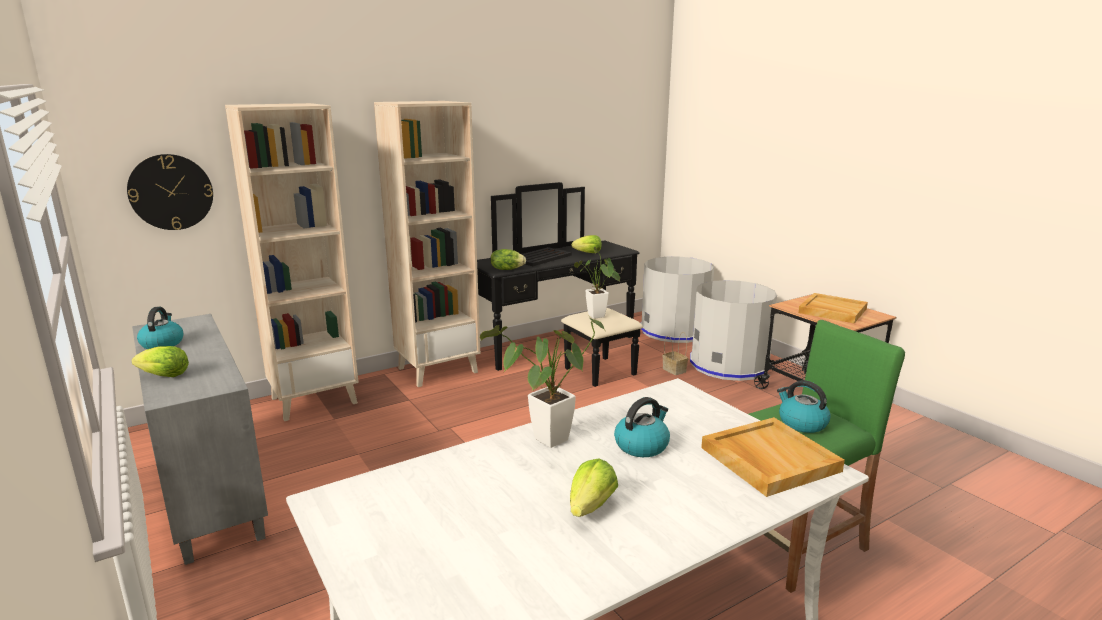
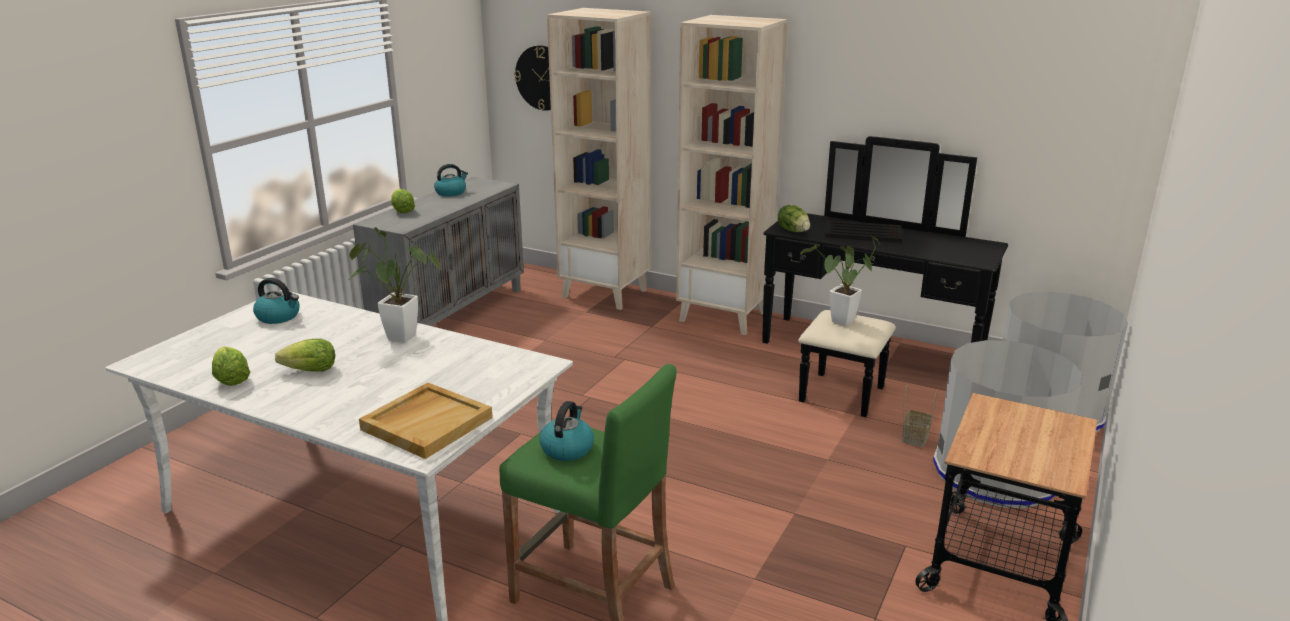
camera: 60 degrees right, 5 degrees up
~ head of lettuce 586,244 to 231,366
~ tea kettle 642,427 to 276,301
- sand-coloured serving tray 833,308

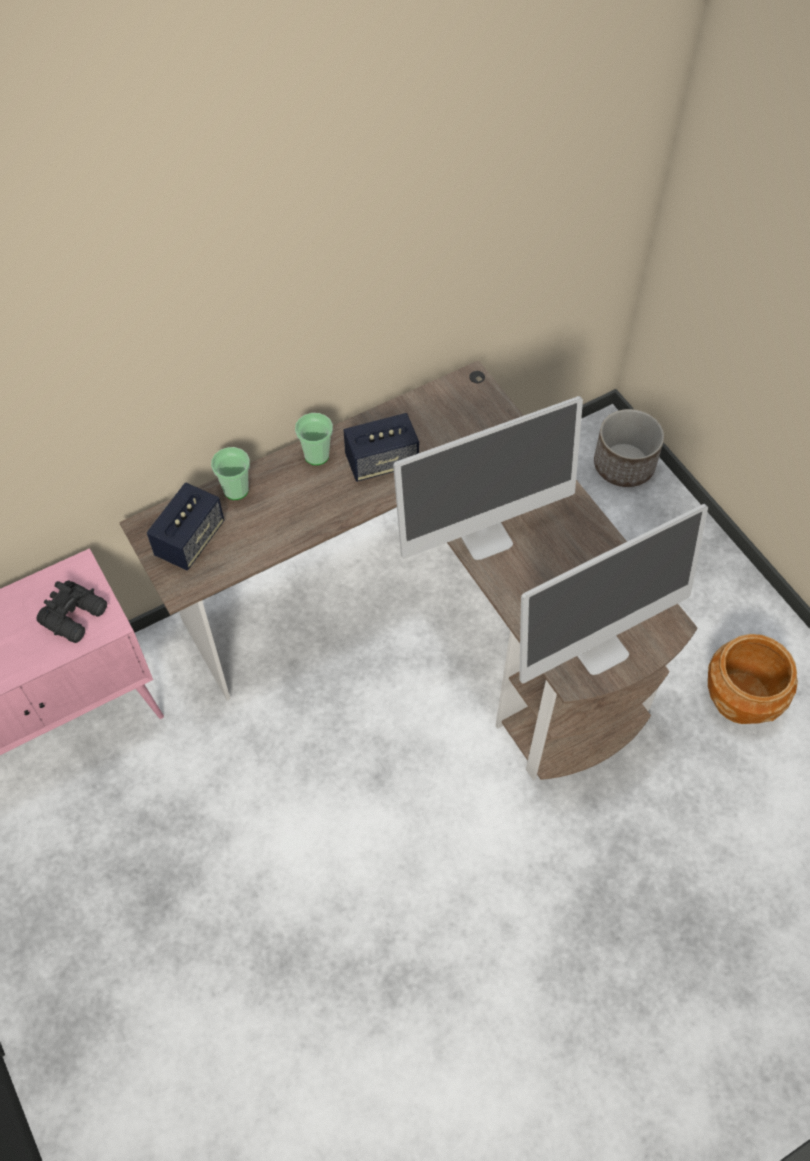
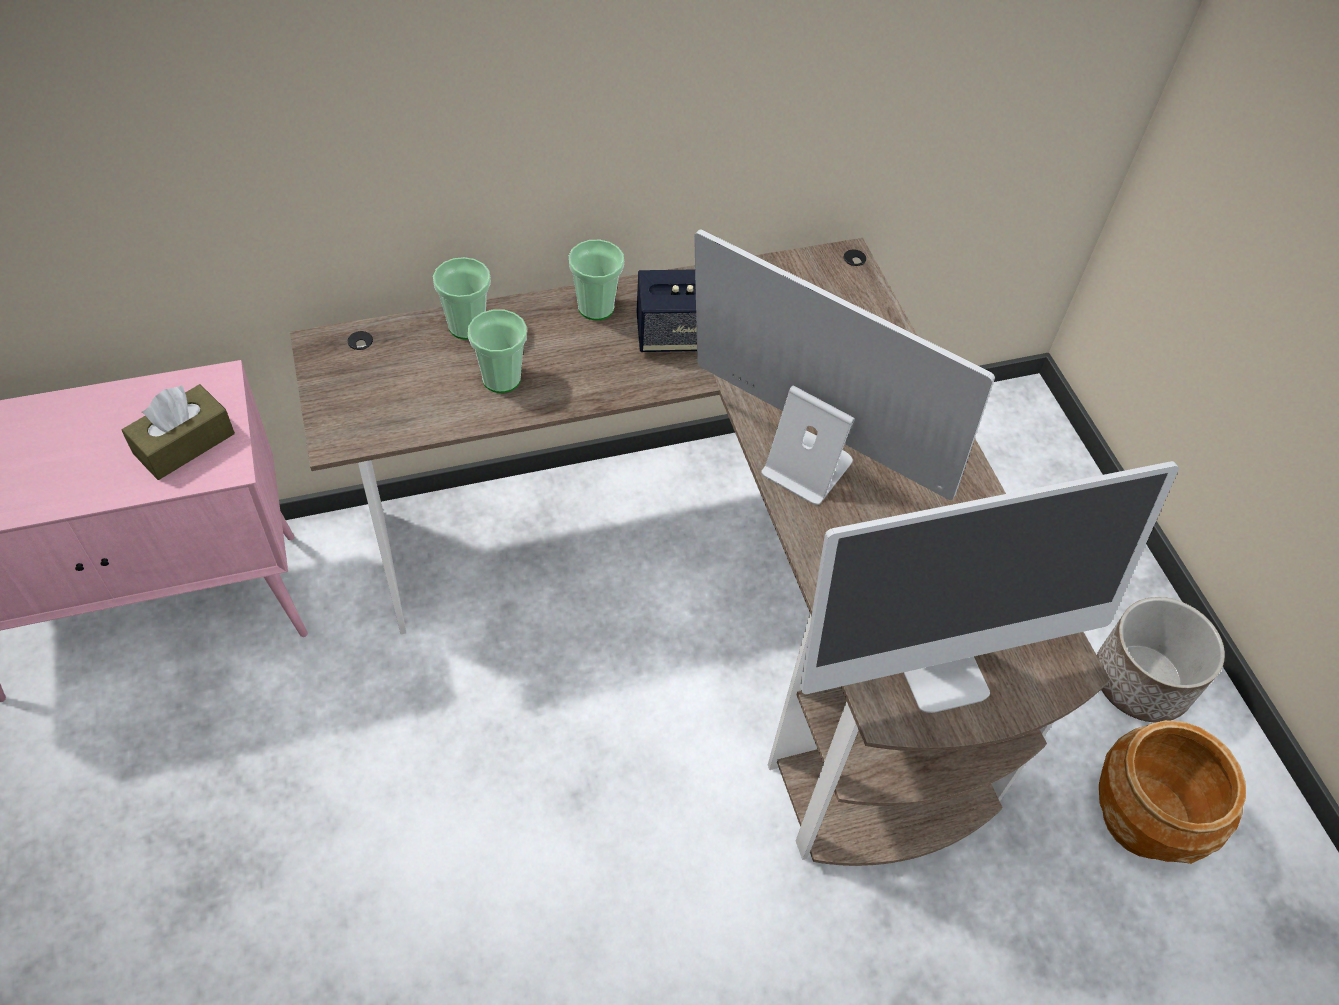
camera: 10 degrees right, 5 degrees down
~ black binoculars 71,612 to brownish tissue box 178,432
- audio speaker 186,526
~ computer screen 488,478 = 844,367 135 degrees counterclockwise
~ plant pot 629,448 to 1161,659
+ small cup 497,351

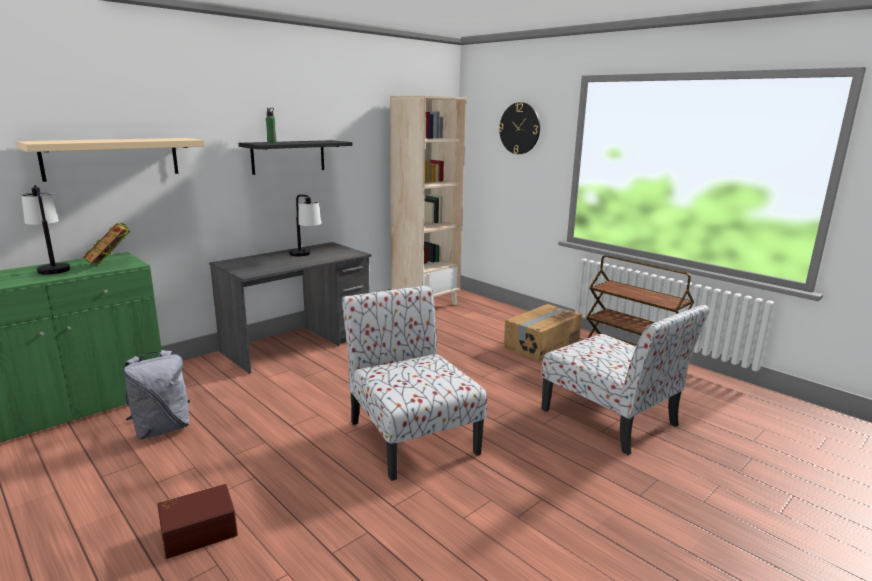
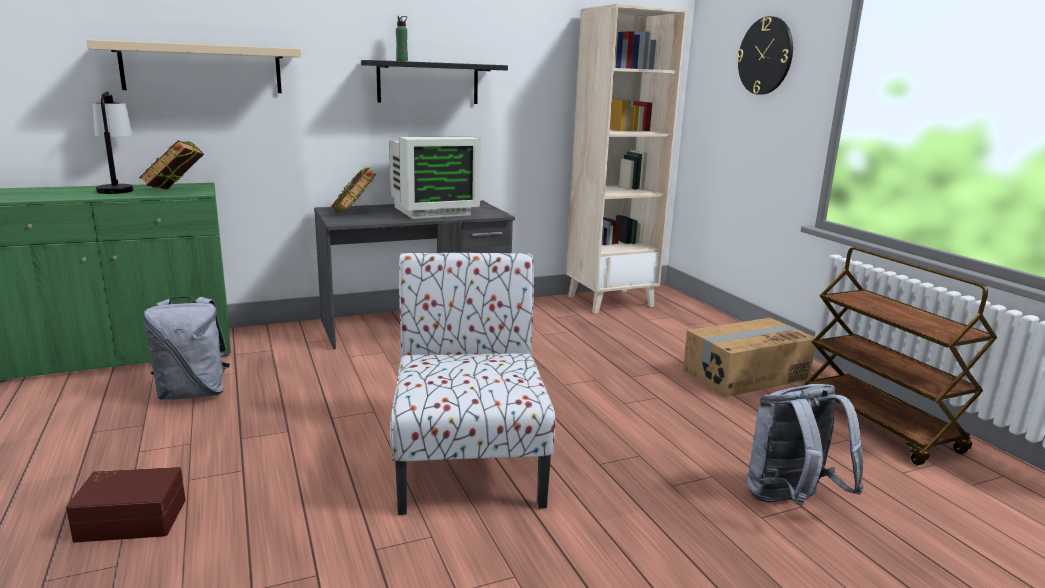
camera: 20 degrees right, 0 degrees up
~ tabletop lamp 305,225 to computer screen 435,177
~ chair 625,380 to greyish rucksack 805,445
+ book 354,189

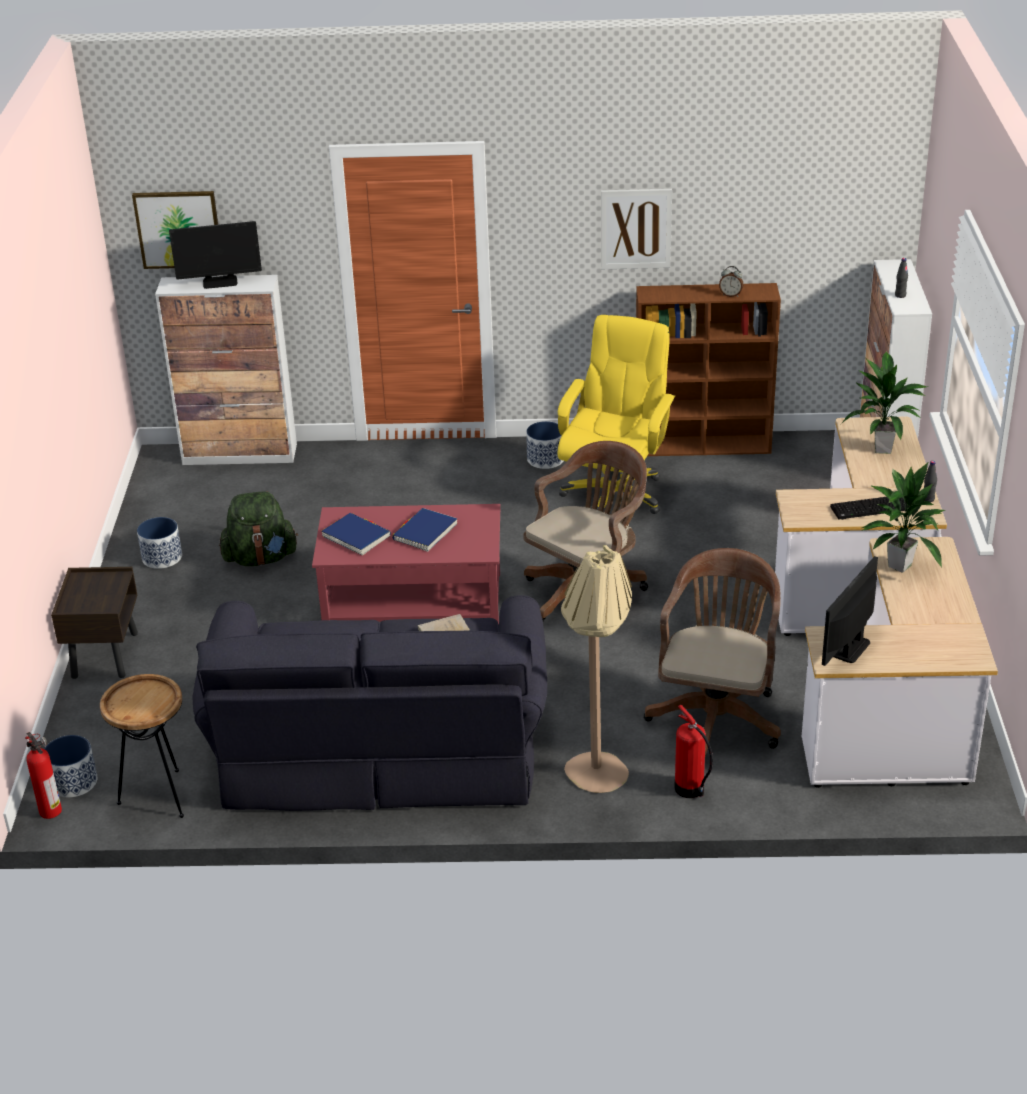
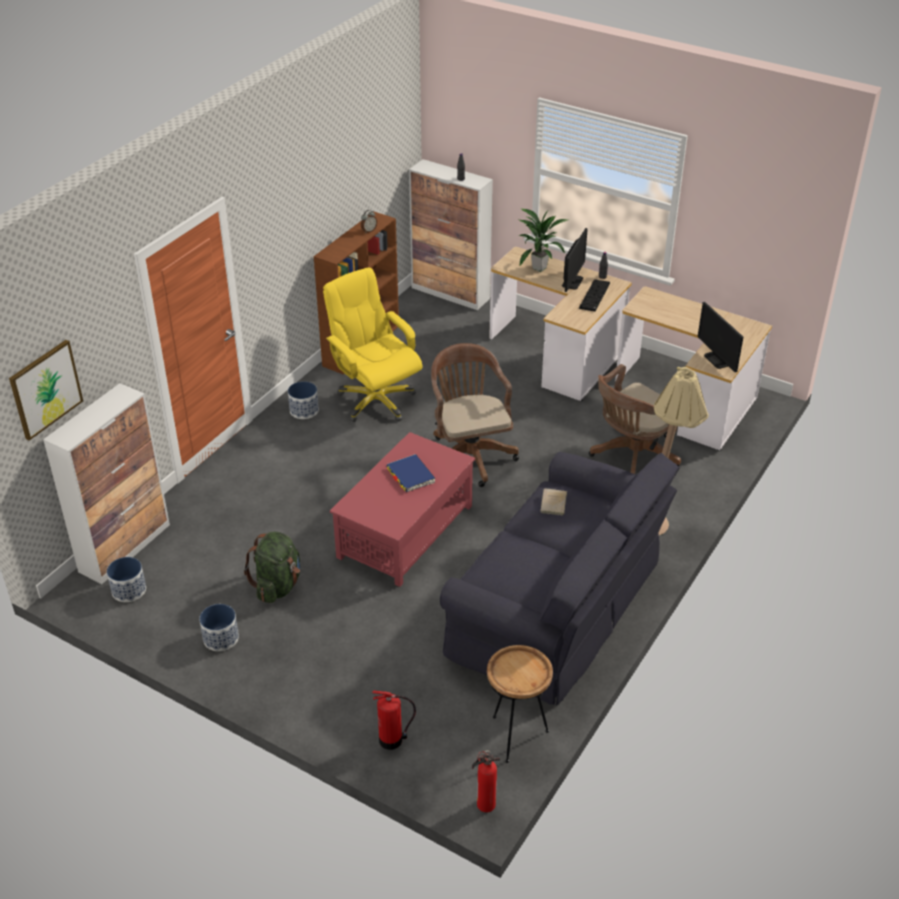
camera: 60 degrees left, 5 degrees up
~ plant pot 71,766 to 126,579
- brownish bedside table 94,623
~ computer screen 215,255 to 575,260
- blue-coloured book 356,534
- picture 636,229
~ brownish office chair 712,652 = 635,419 90 degrees counterclockwise
~ fire-fighting cylinder 693,751 to 394,720
- plant in a pot 903,518

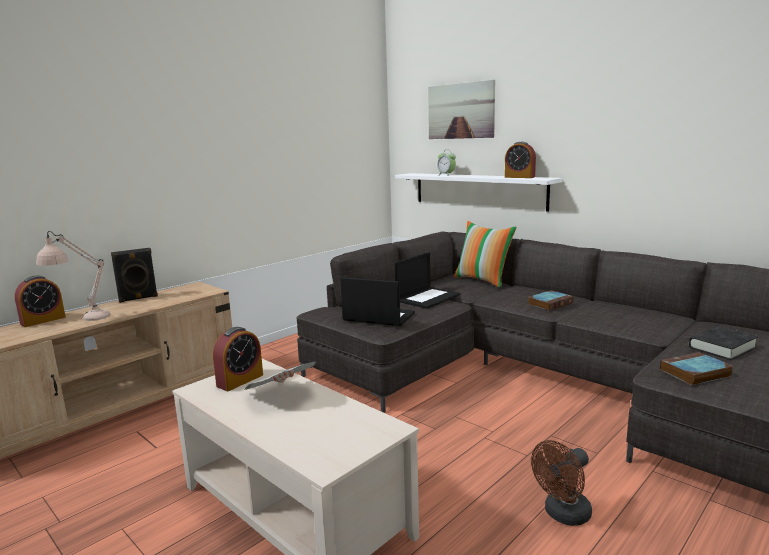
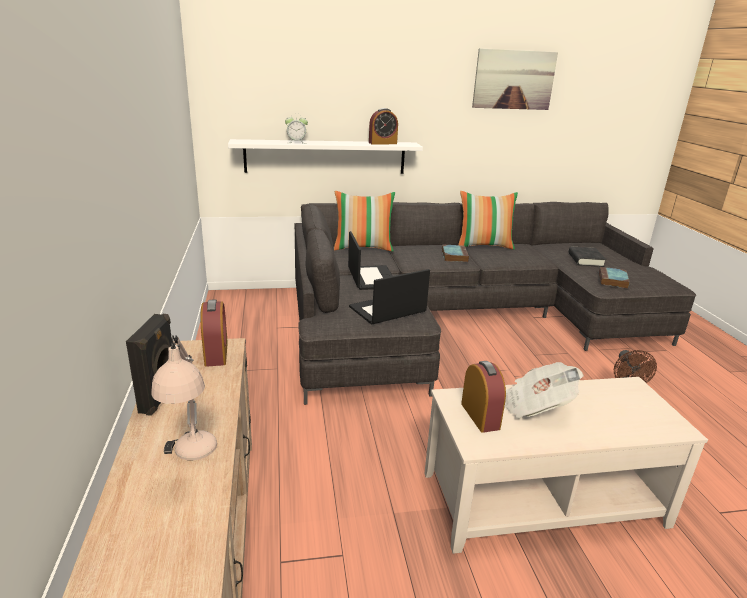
camera: 55 degrees left, 10 degrees up
~ alarm clock 40,301 to 214,333
~ picture 461,109 to 515,79
+ pillow 488,220

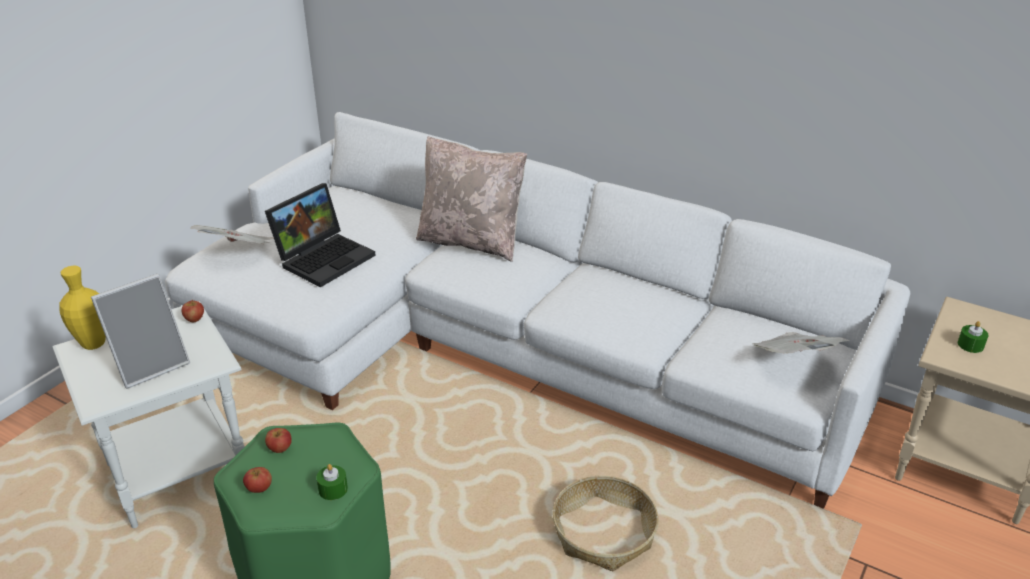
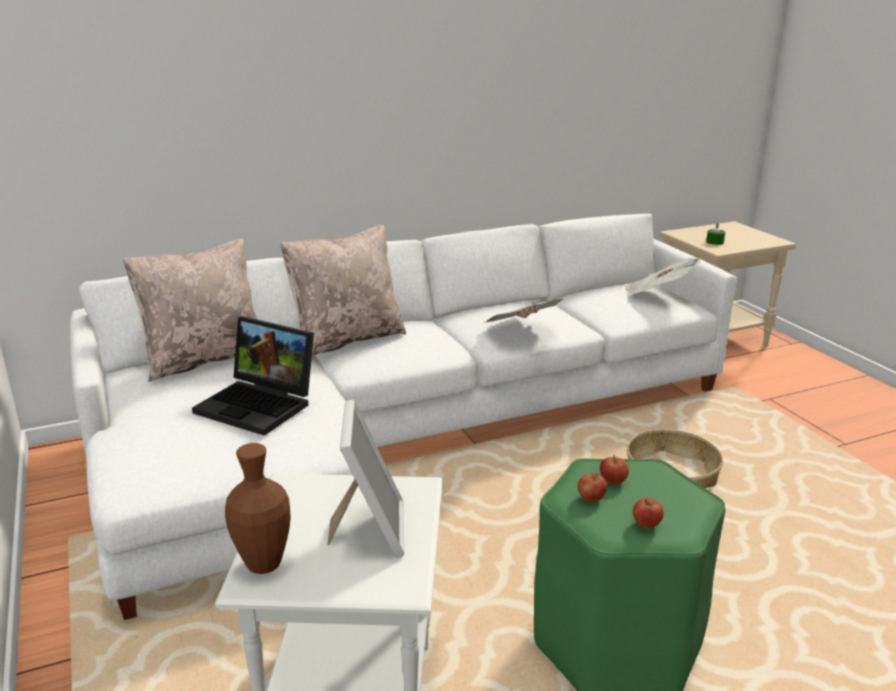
camera: 55 degrees left, 10 degrees down
~ yellow decorative vase 82,308 to brownish decorative vase 258,508
~ apple fruit 192,311 to 614,469
~ daily paper 232,234 to 524,311
~ laptop 320,235 = 253,375 135 degrees clockwise
- greenish wax light 332,482
+ sand-coloured pillow 190,310

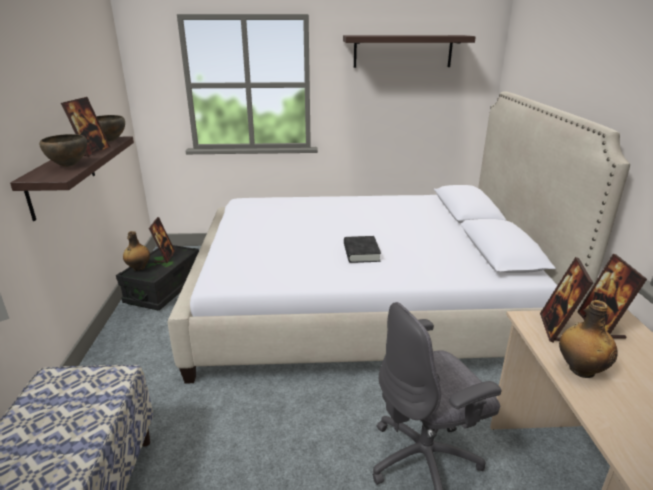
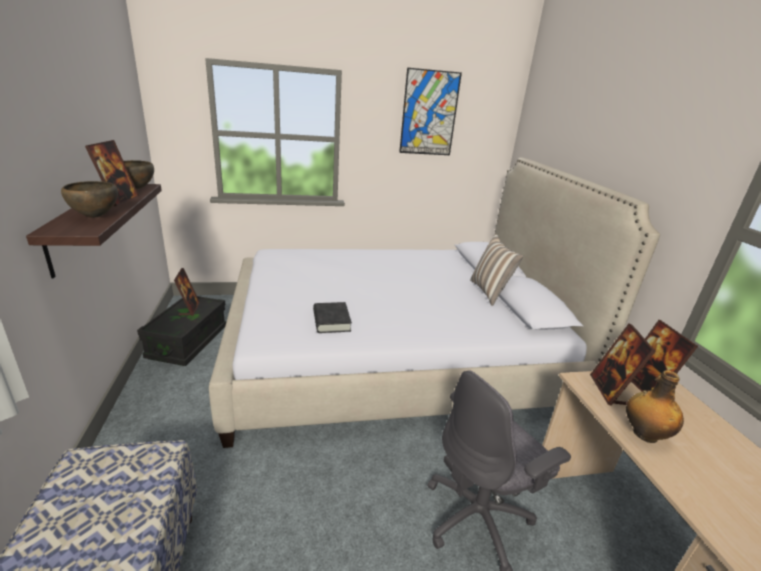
camera: 10 degrees left, 0 degrees up
- drink bottle 136,251
~ wall shelf 409,51 to picture 430,111
~ black book 362,249 to 332,317
+ pillow 496,270

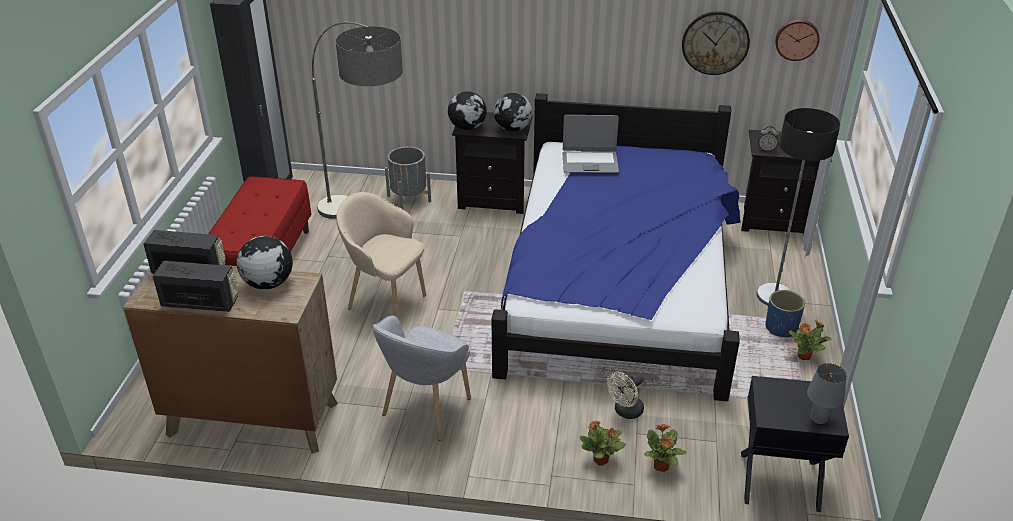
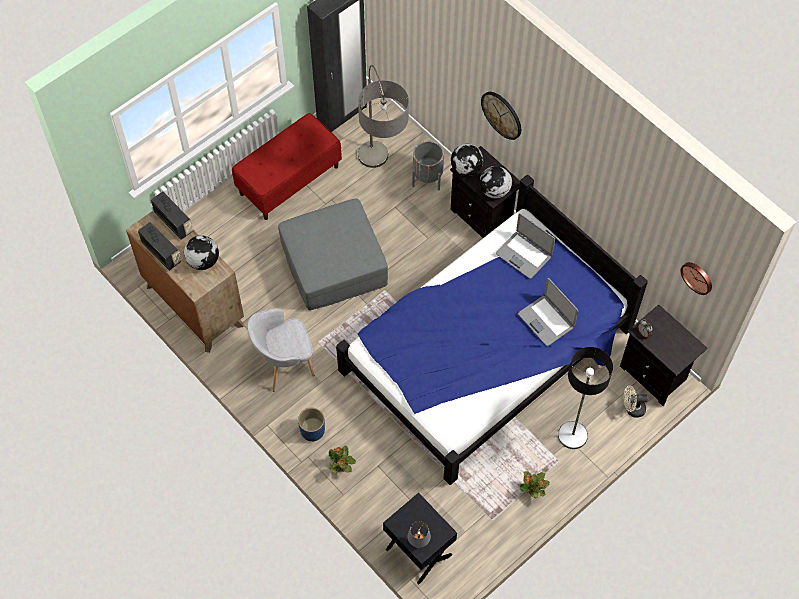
camera: 40 degrees right, 25 degrees up
~ sand-coloured lounge chair 381,255 to greyish footrest 333,254
~ sand-coloured fan 625,395 to 636,402
- plant in a pot 666,448
~ wall clock 716,43 to 501,116
~ blue-coloured plant pot 785,313 to 311,425
+ laptop 548,312

